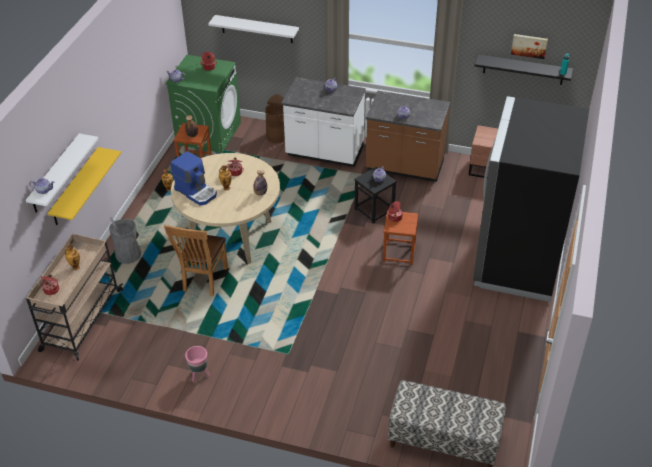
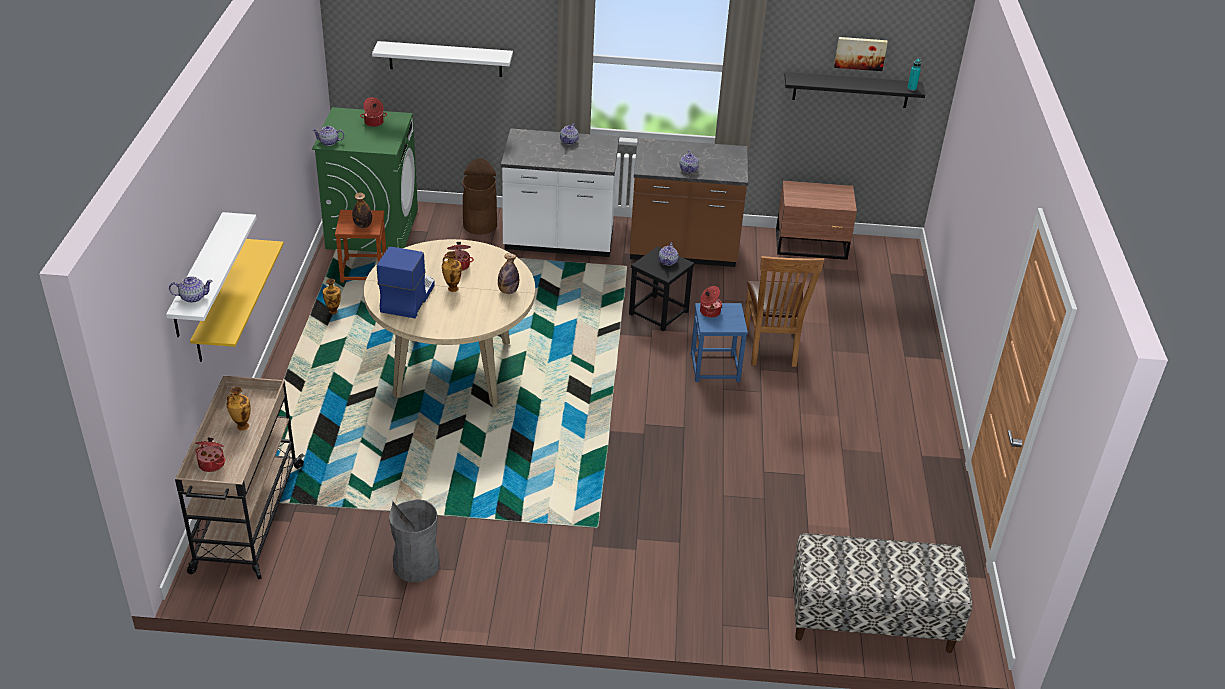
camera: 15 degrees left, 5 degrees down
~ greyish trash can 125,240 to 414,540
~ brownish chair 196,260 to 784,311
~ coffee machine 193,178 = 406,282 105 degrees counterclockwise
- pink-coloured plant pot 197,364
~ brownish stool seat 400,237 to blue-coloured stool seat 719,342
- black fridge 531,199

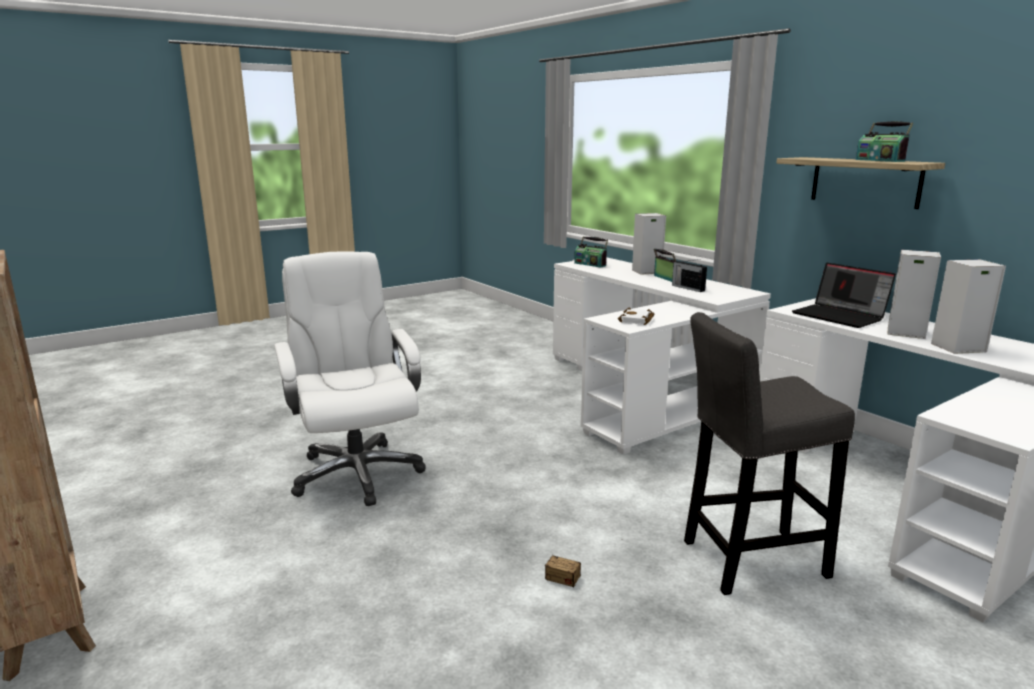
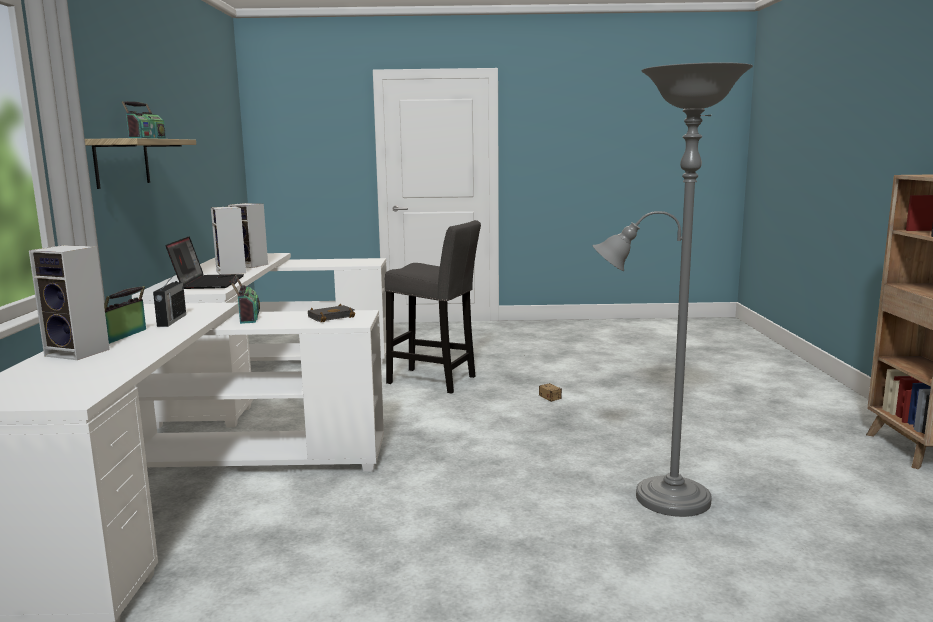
camera: 145 degrees left, 5 degrees down
~ white office chair 350,379 to greyish standard lamp 673,289
~ radio set 591,252 to 245,299
~ white book 636,316 to black book 331,313

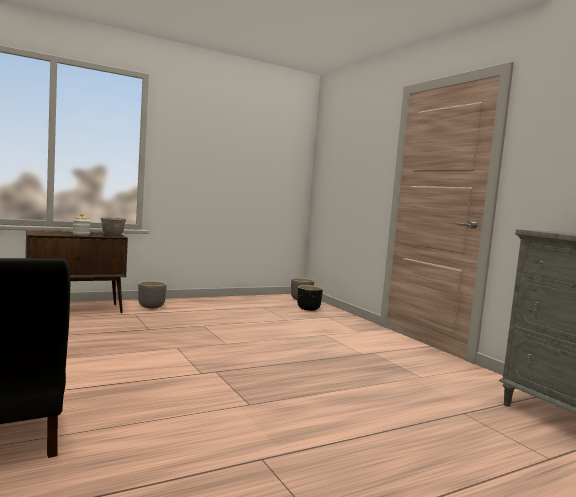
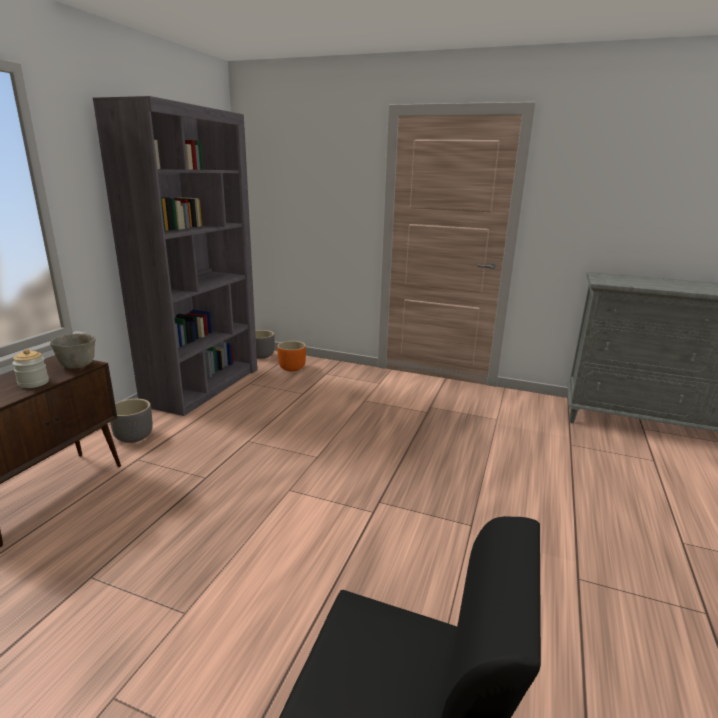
camera: 40 degrees left, 15 degrees up
~ black plant pot 310,298 to orange plant pot 291,356
+ greyish bookshelf 175,256

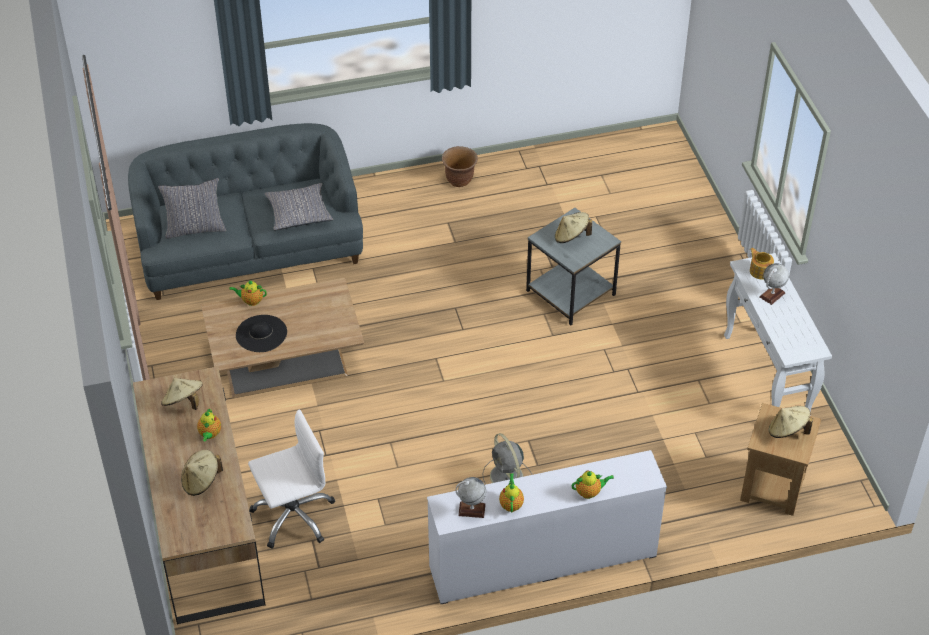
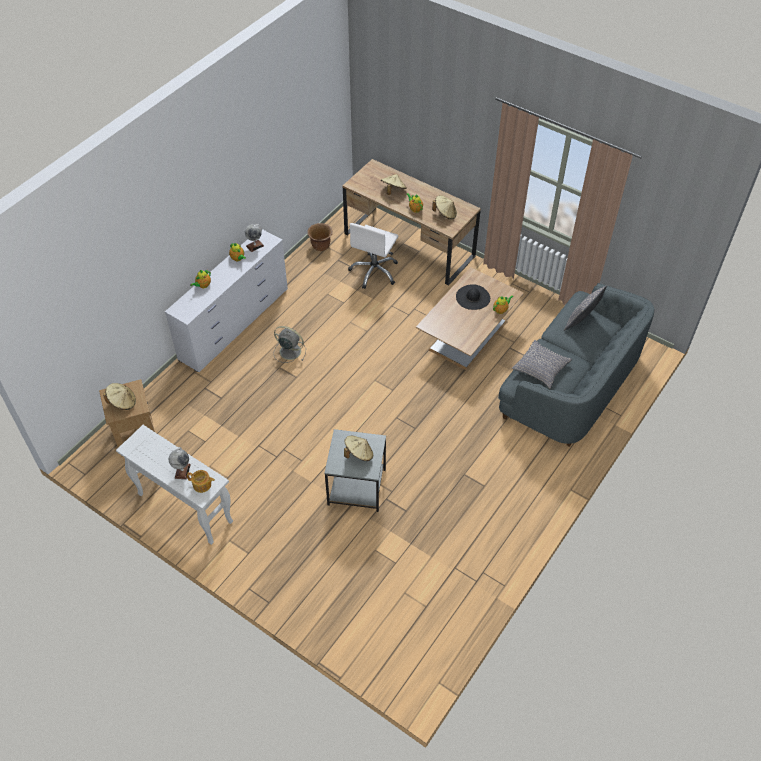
camera: 140 degrees right, 5 degrees up
~ brownish plant pot 460,166 to 320,237

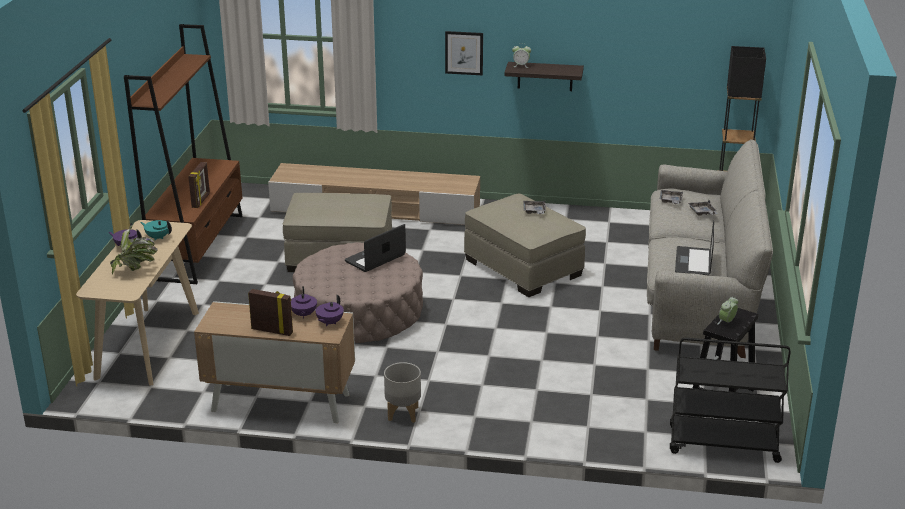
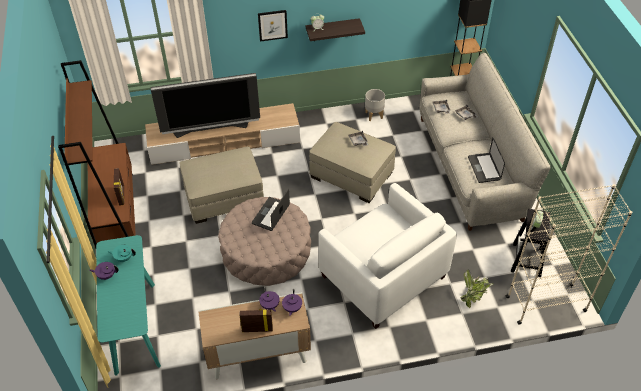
camera: 20 degrees left, 20 degrees up
~ sand-coloured narrow table 137,302 to turquoise-coloured narrow table 128,305
~ plant in a pot 134,248 to 477,288
~ greyish plant pot 402,392 to 375,105
~ black trolley 730,400 to sand-coloured bookshelf 568,254
+ TV 205,105
+ white lounge chair 387,256

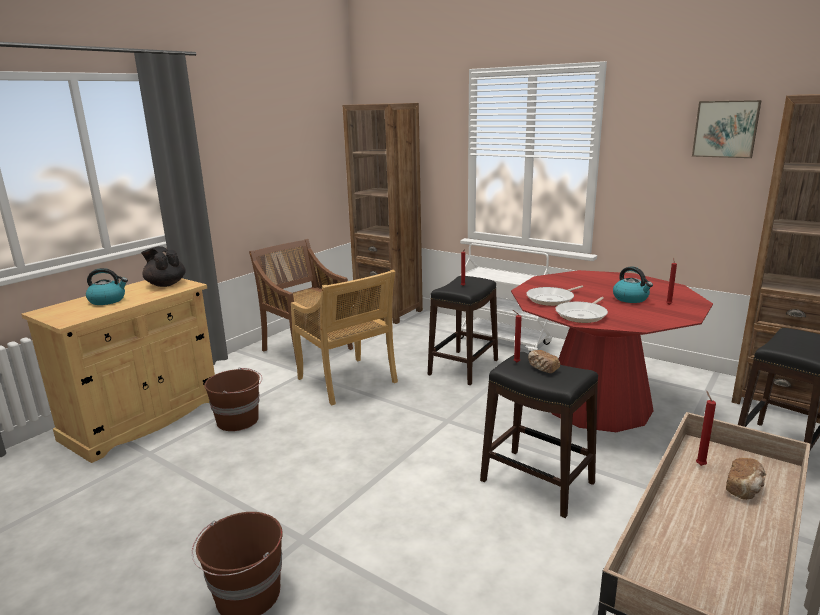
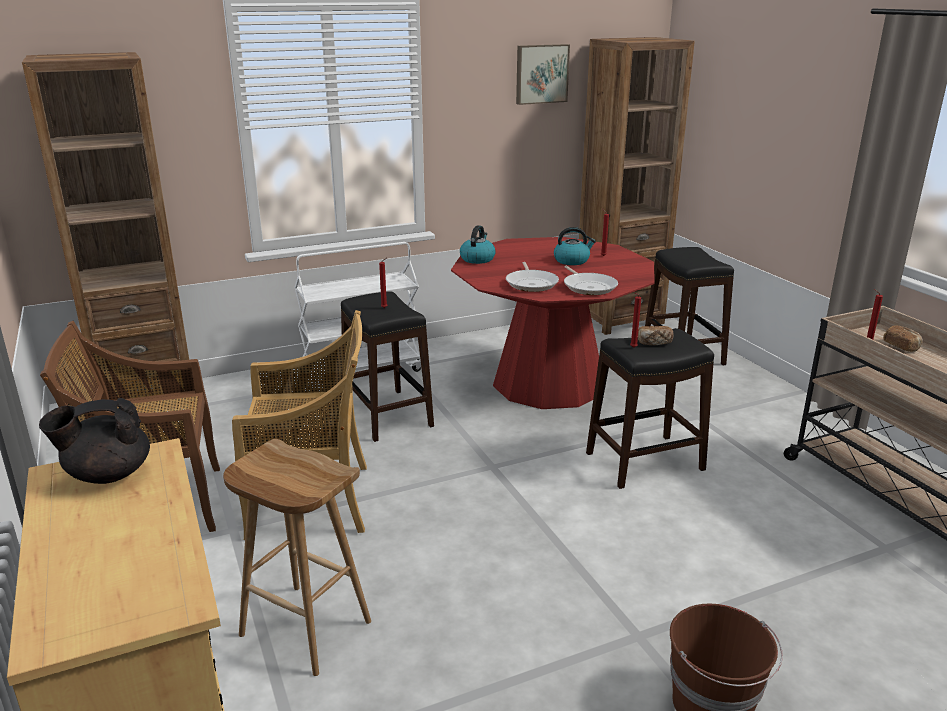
camera: 60 degrees left, 5 degrees up
~ tea kettle 107,286 to 478,244
~ brownish bucket 233,399 to brownish stool seat 297,557

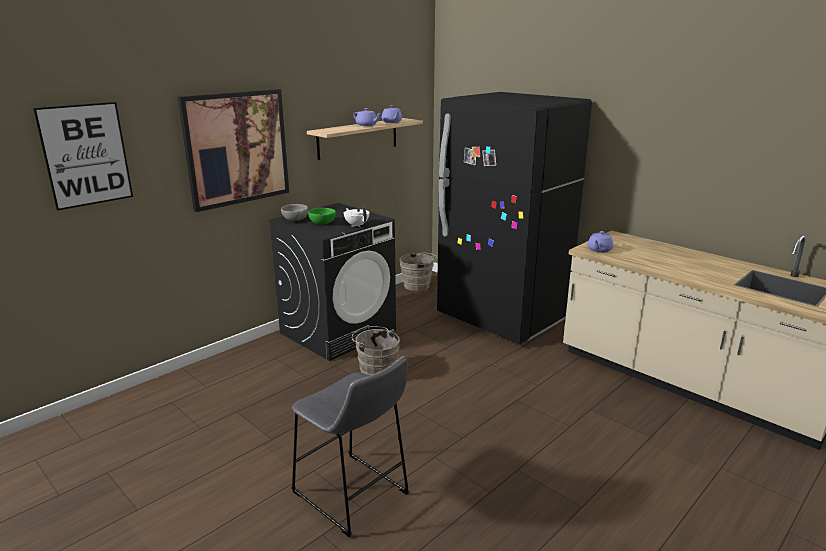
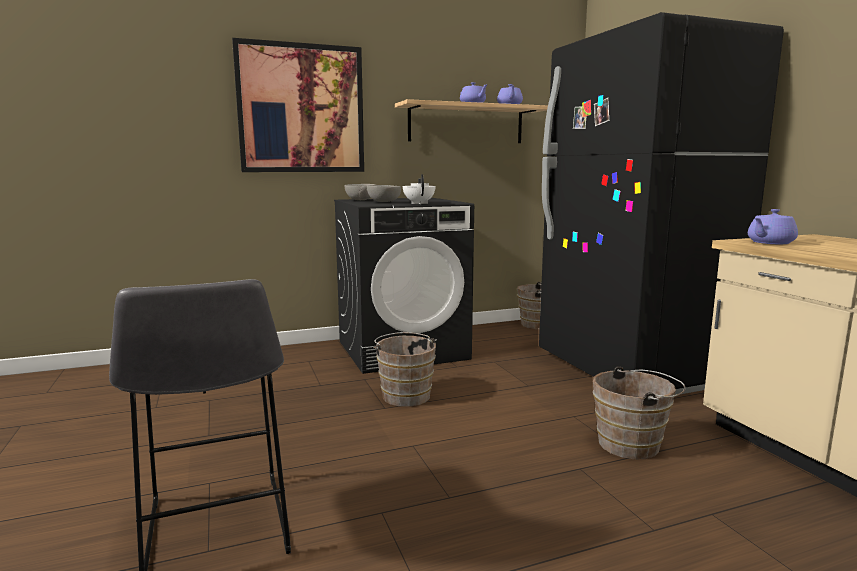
camera: 25 degrees right, 10 degrees down
- picture 83,156
~ greenish deep dish 322,216 to greyish deep dish 384,193
+ brownish bucket 639,413

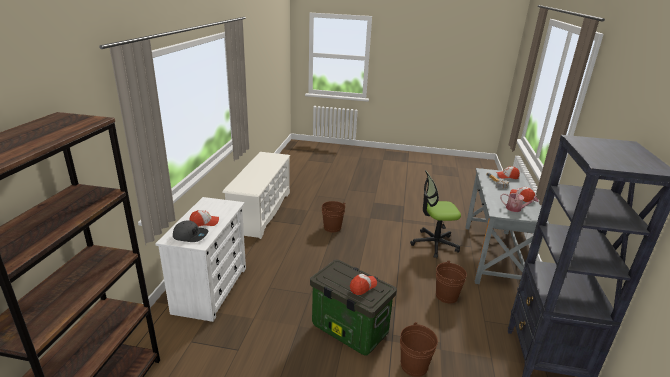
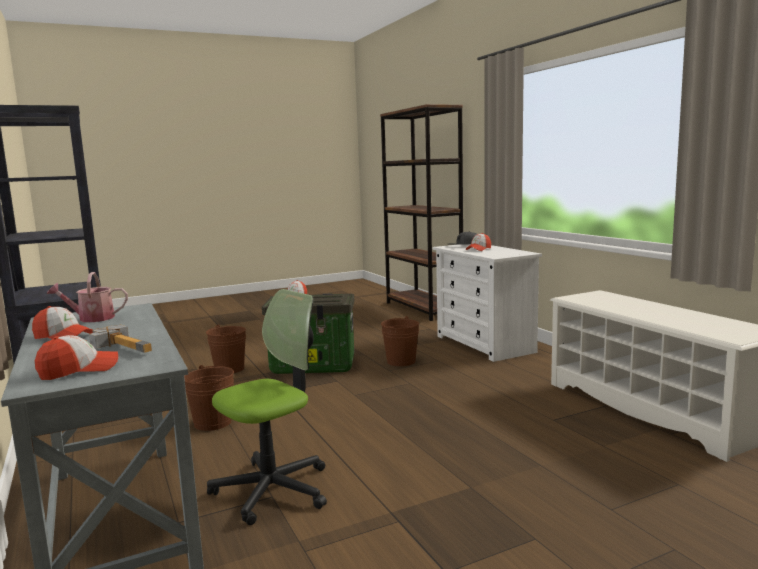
camera: 145 degrees right, 15 degrees down
~ brownish bucket 333,216 to 400,341

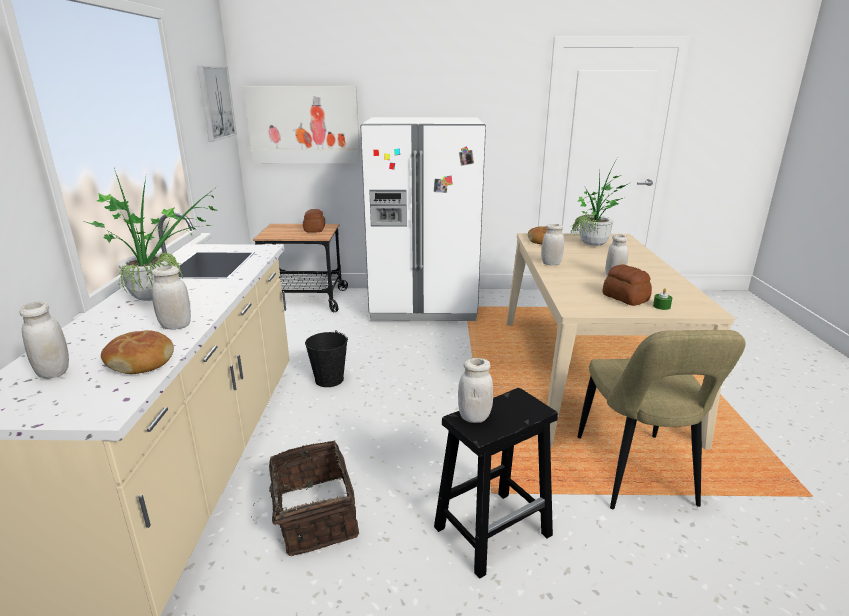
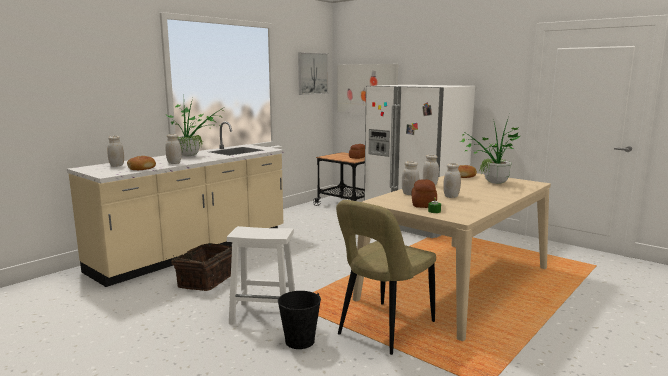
camera: 40 degrees right, 10 degrees down
~ black bucket 326,358 to 299,320
~ black stool seat 496,483 to white stool seat 261,276
~ white preserve jar 475,390 to 410,178

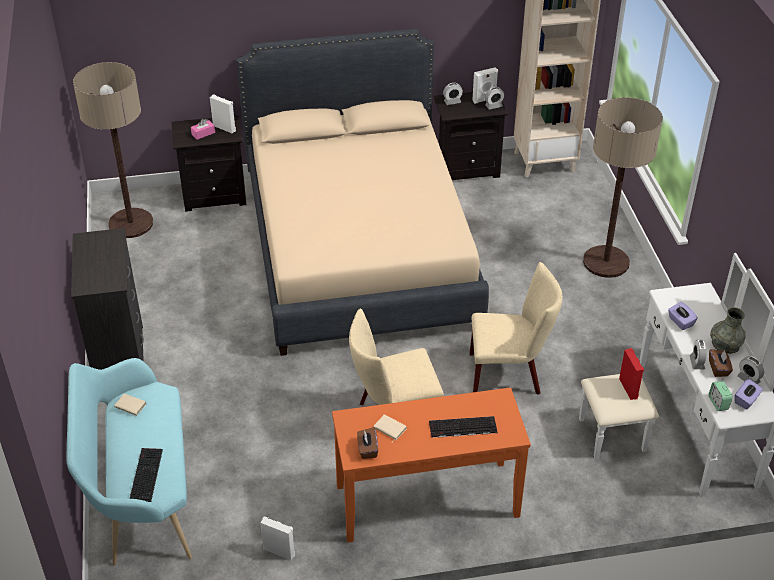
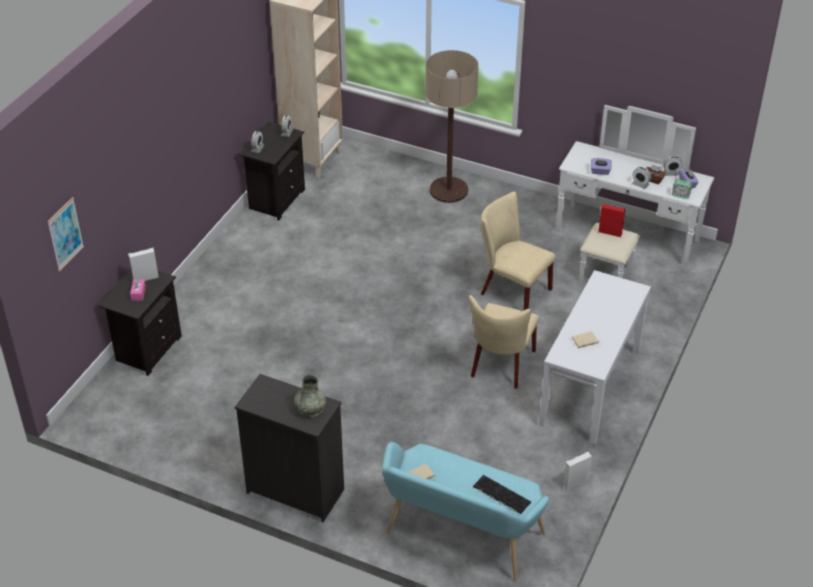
camera: 55 degrees left, 0 degrees up
- standard lamp 113,150
- sand-coloured sleeping bed 362,192
~ orange narrow table 431,465 to white narrow table 595,357
- brownish tissue box 367,443
- computer keyboard 463,427
~ sand-coloured chair 516,328 = 517,250 90 degrees counterclockwise
- white audio speaker 485,85
~ greyish decorative vase 728,330 to 310,396
+ picture 65,234

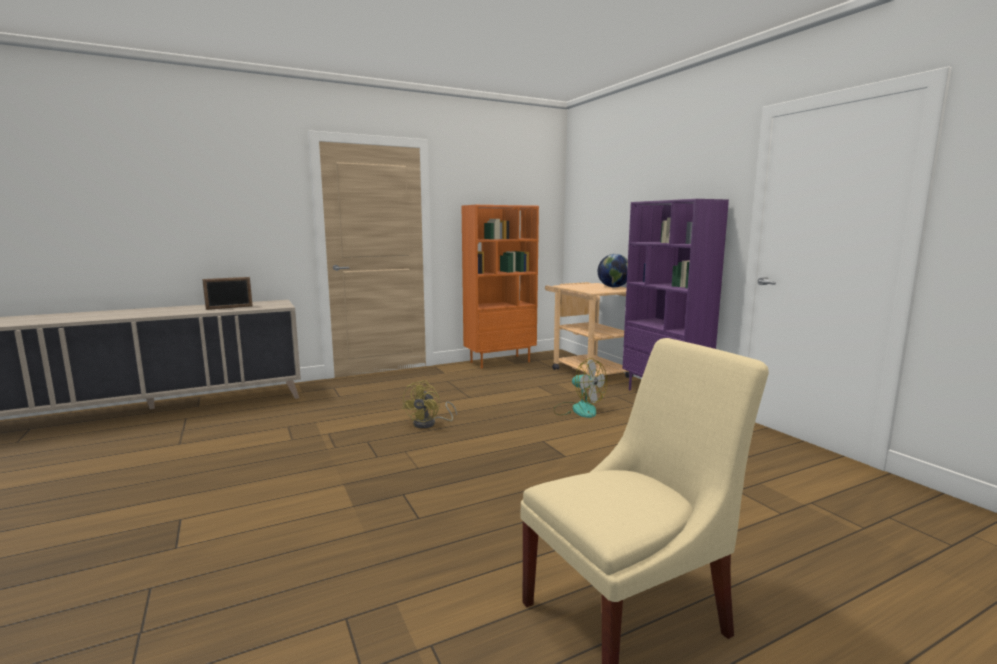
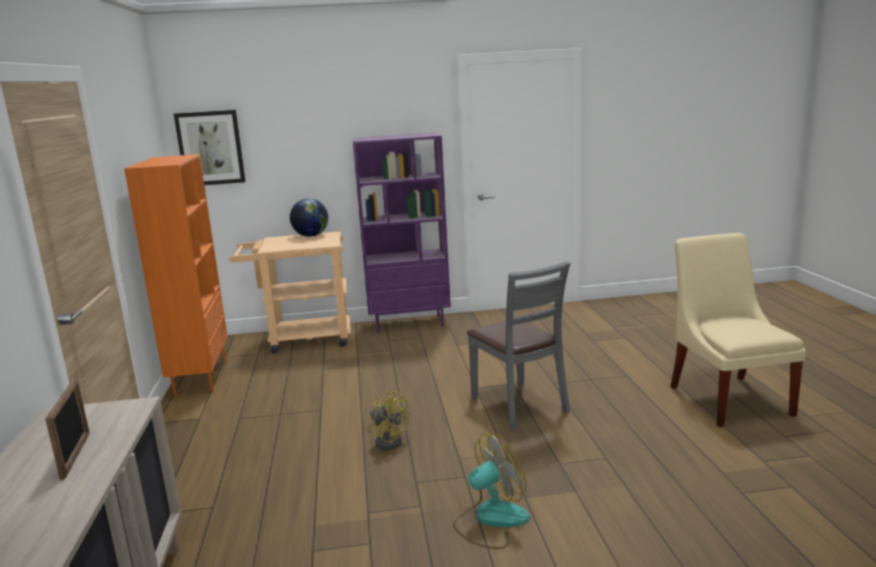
camera: 70 degrees left, 5 degrees up
~ fan 580,388 to 491,491
+ picture 210,147
+ greyish chair 519,346

